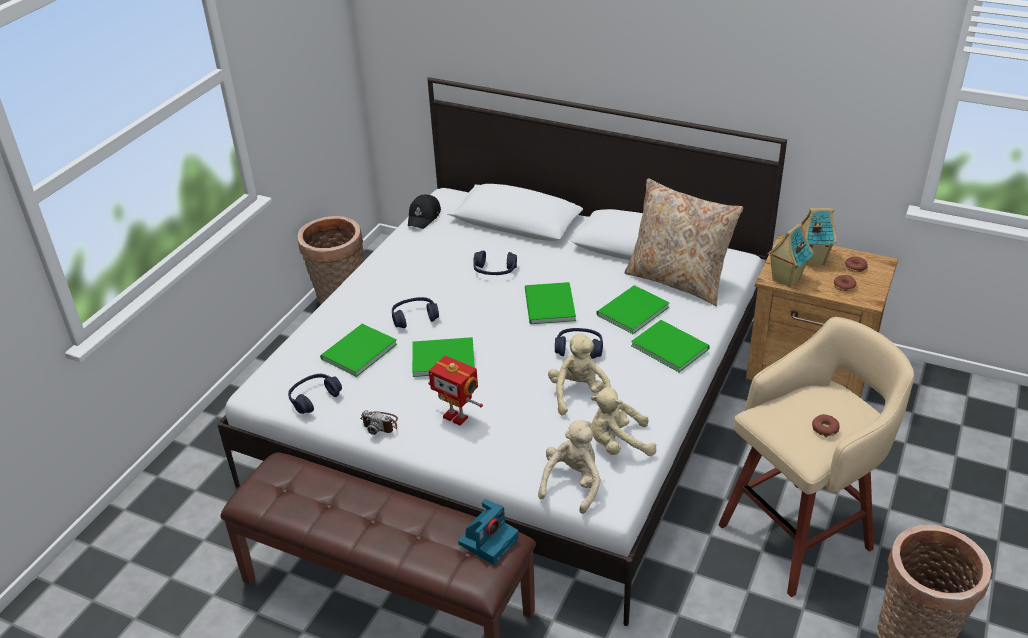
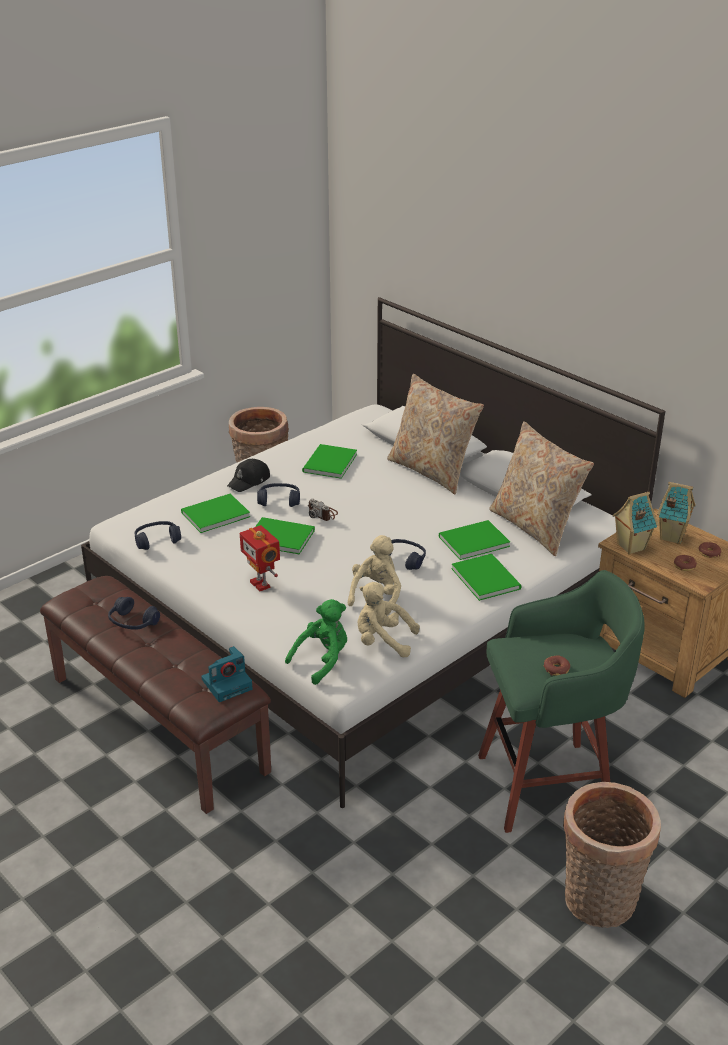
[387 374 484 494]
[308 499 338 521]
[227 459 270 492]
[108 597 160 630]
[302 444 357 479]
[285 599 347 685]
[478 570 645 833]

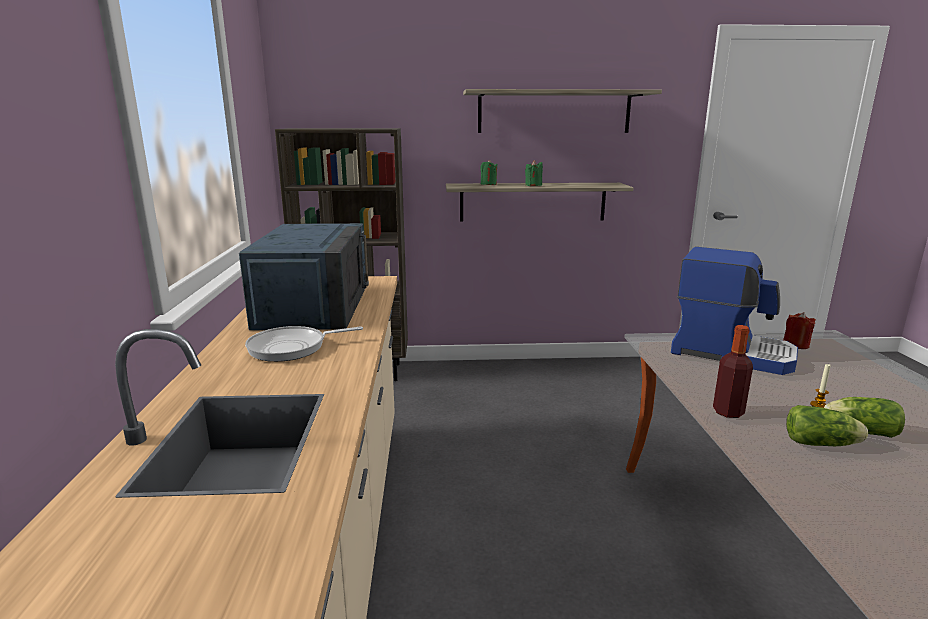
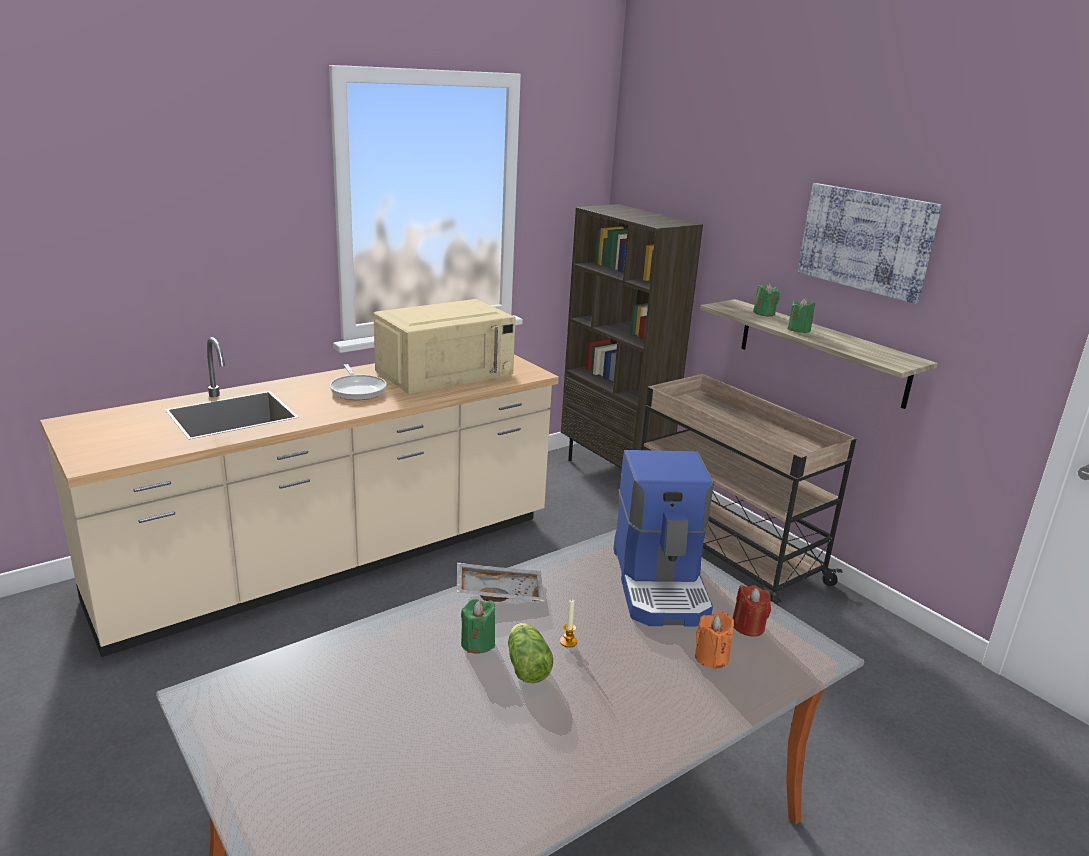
[641 374 856 605]
[695 612 734 669]
[798 183 942 304]
[456 562 545 602]
[461 599 495 654]
[373 299 516 394]
[330 364 387 400]

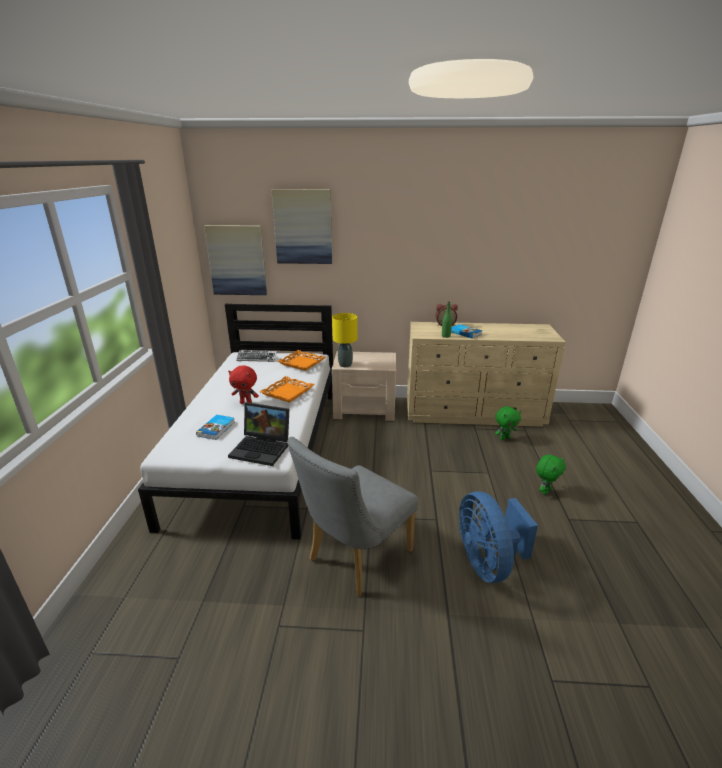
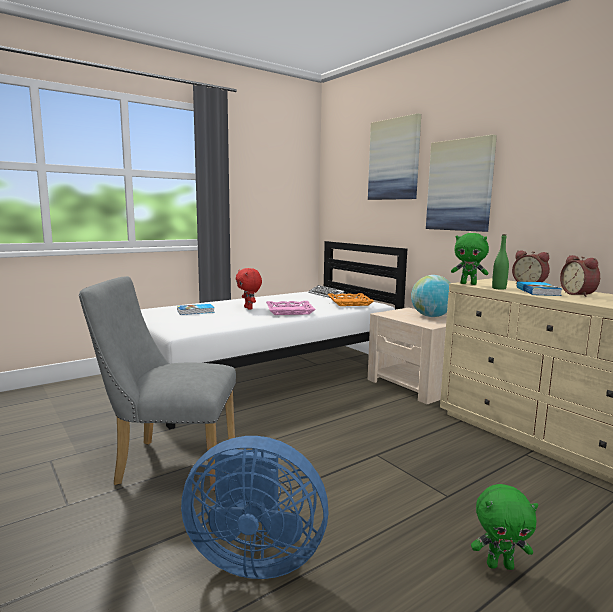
[228 402 289 466] (first image)
[332 313 357 367] (first image)
[411 275 450 317]
[560 255 600 297]
[426 135 497 232]
[451 233 489 285]
[266 301 316 315]
[181 436 328 579]

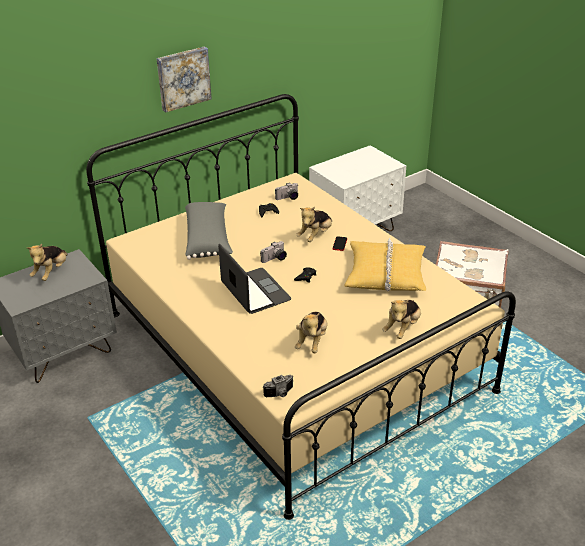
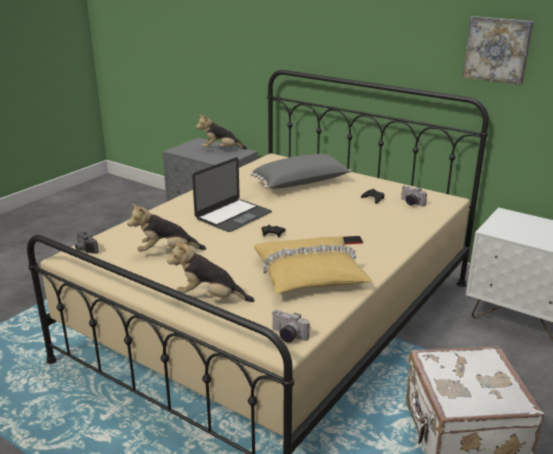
[296 206 332 242] (first image)
[463 16 534 85]
[272 310 310 343]

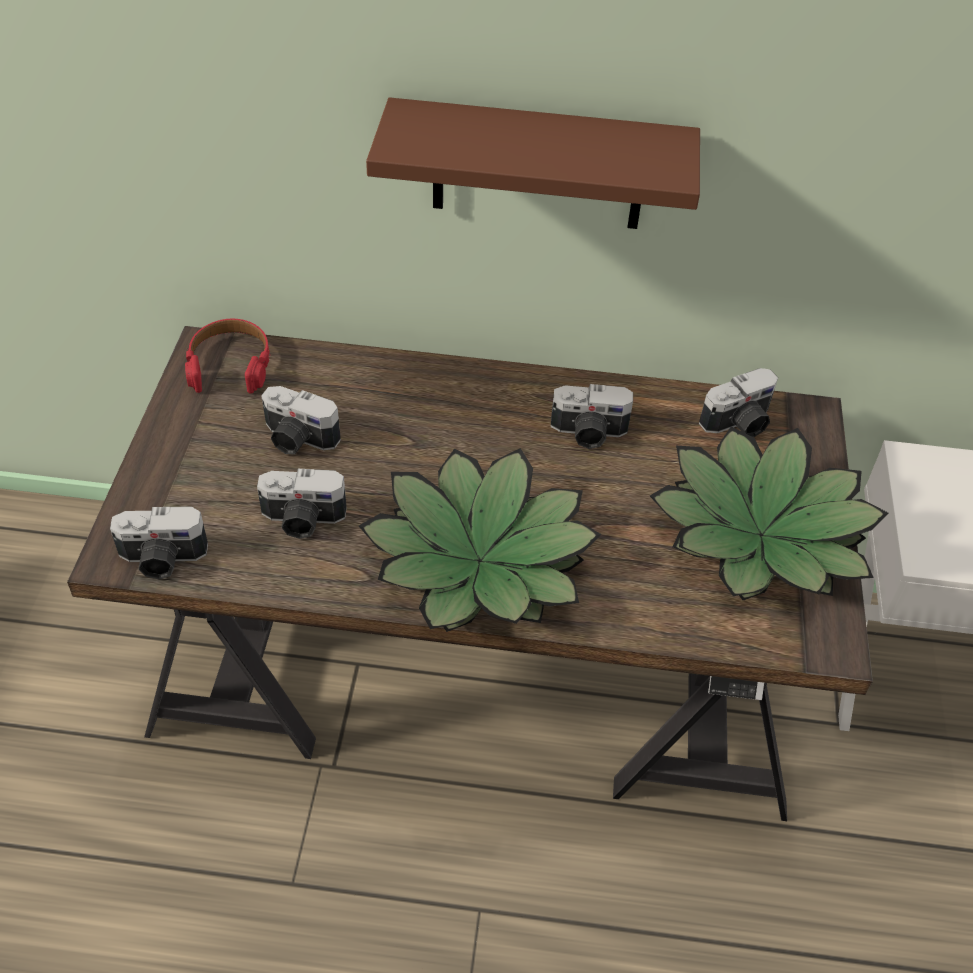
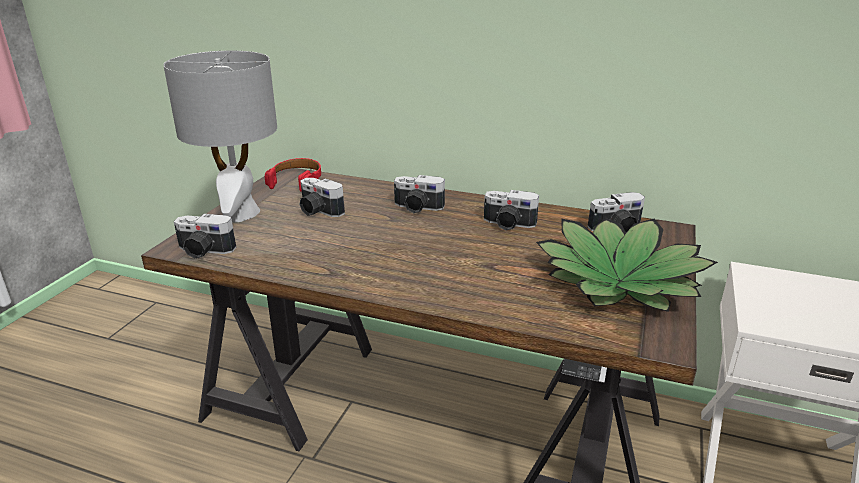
[359 448 601 632] (first image)
[366 97 700 229] (first image)
[163 51 277 222]
[394 175 445 213]

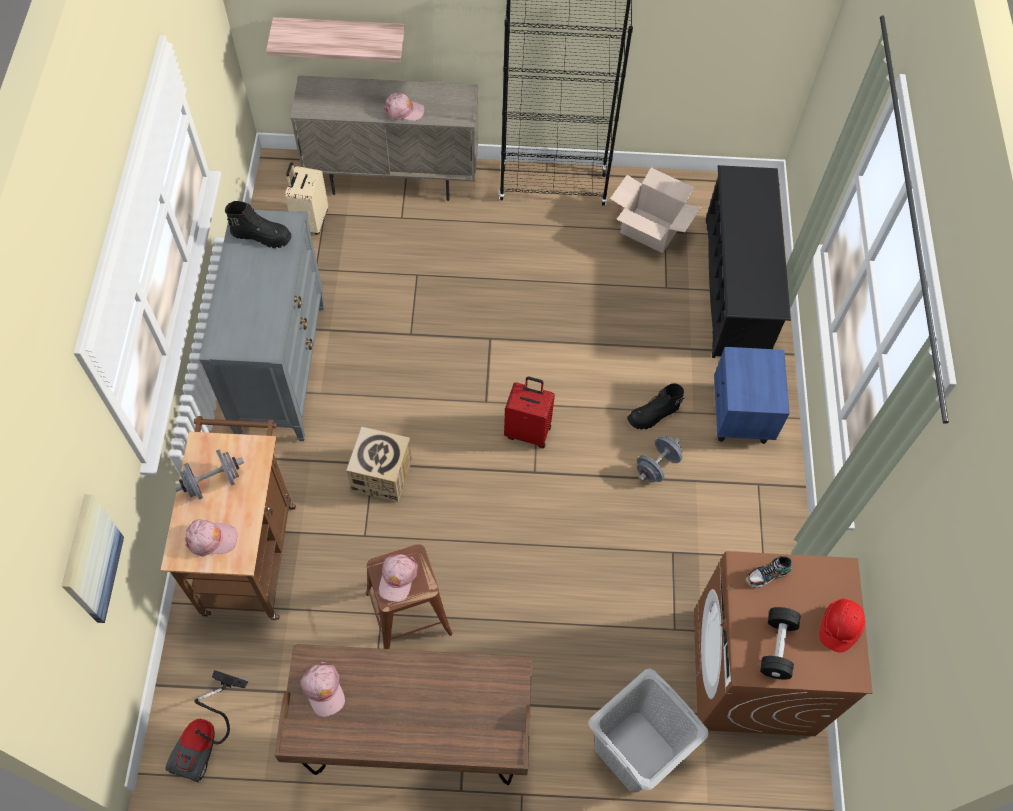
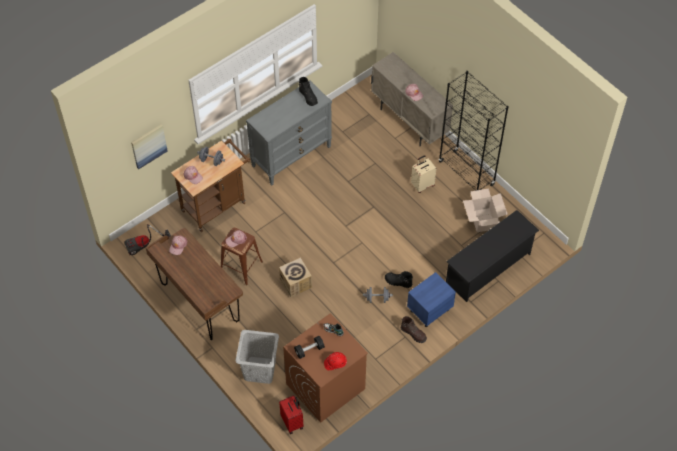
[266 17 405 62] (first image)
[401 316 427 343]
[411 155 436 193]
[279 258 312 298]
[279 395 303 434]

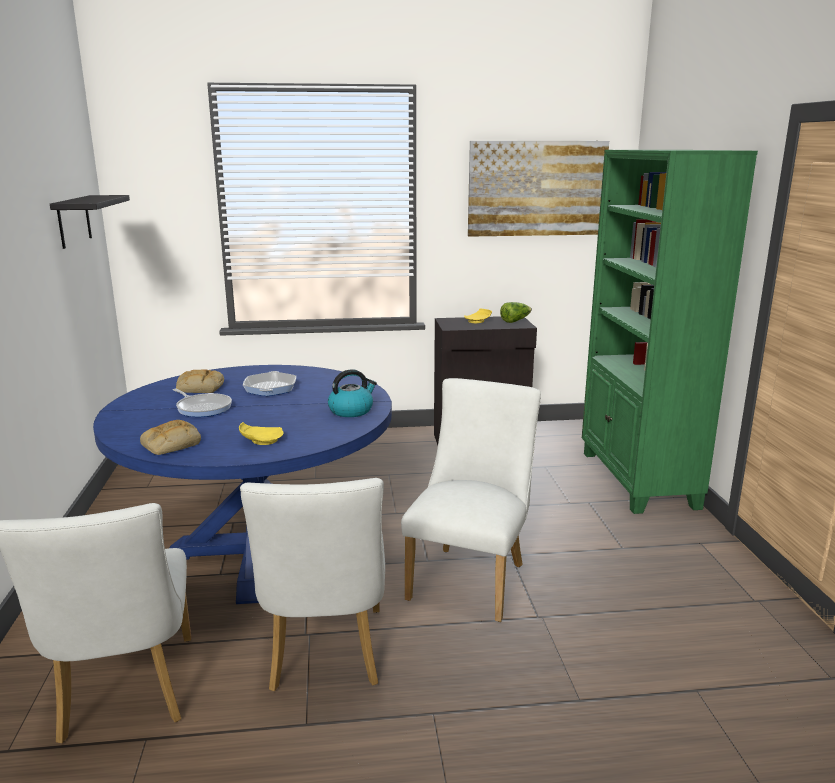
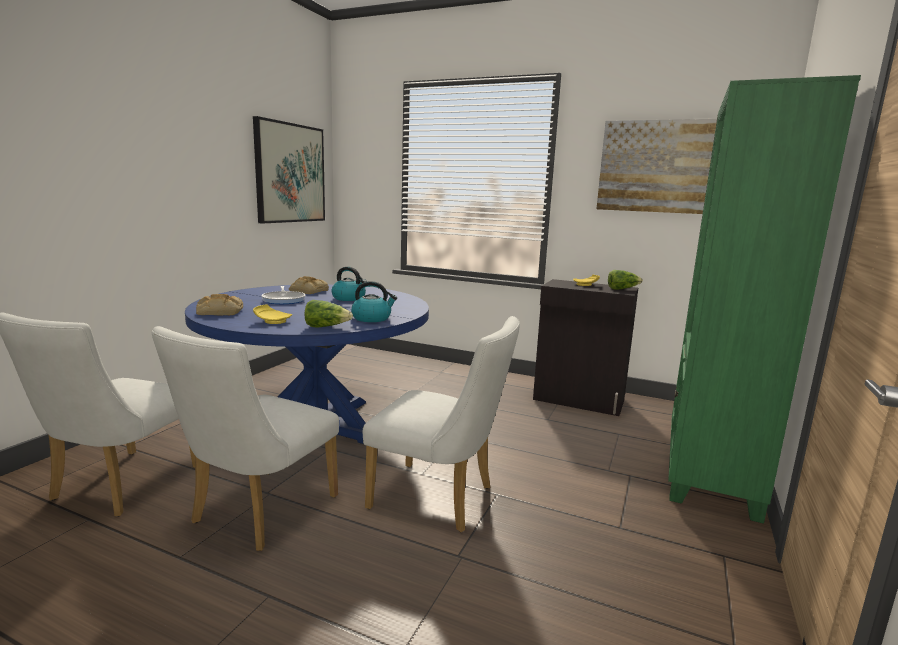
[305 300 353 327]
[253 116 325 224]
[331 267 367 301]
[363 316 520 532]

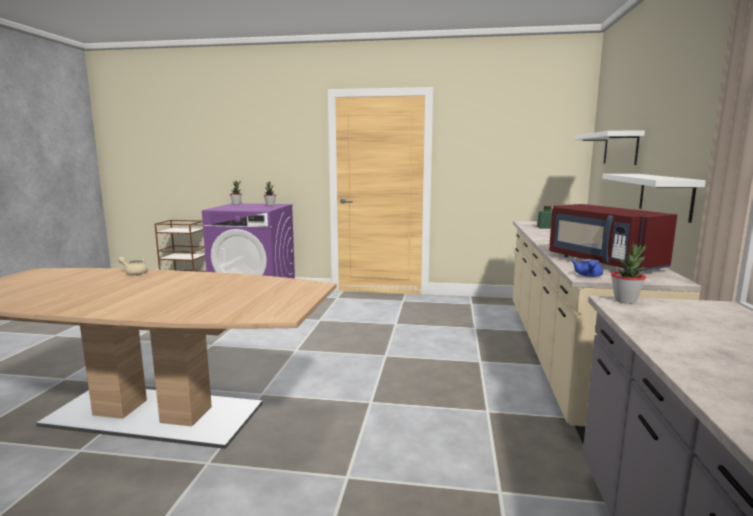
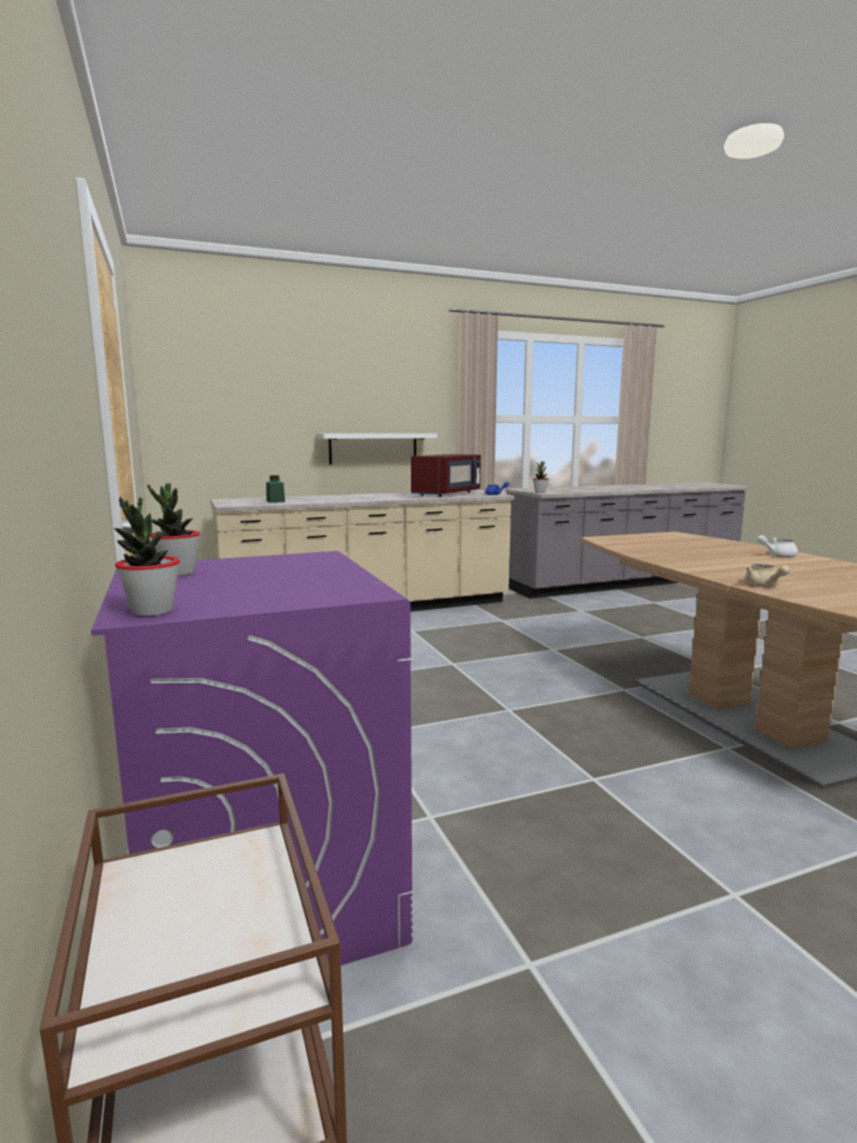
[574 130 645 165] (first image)
[757 535 798 557]

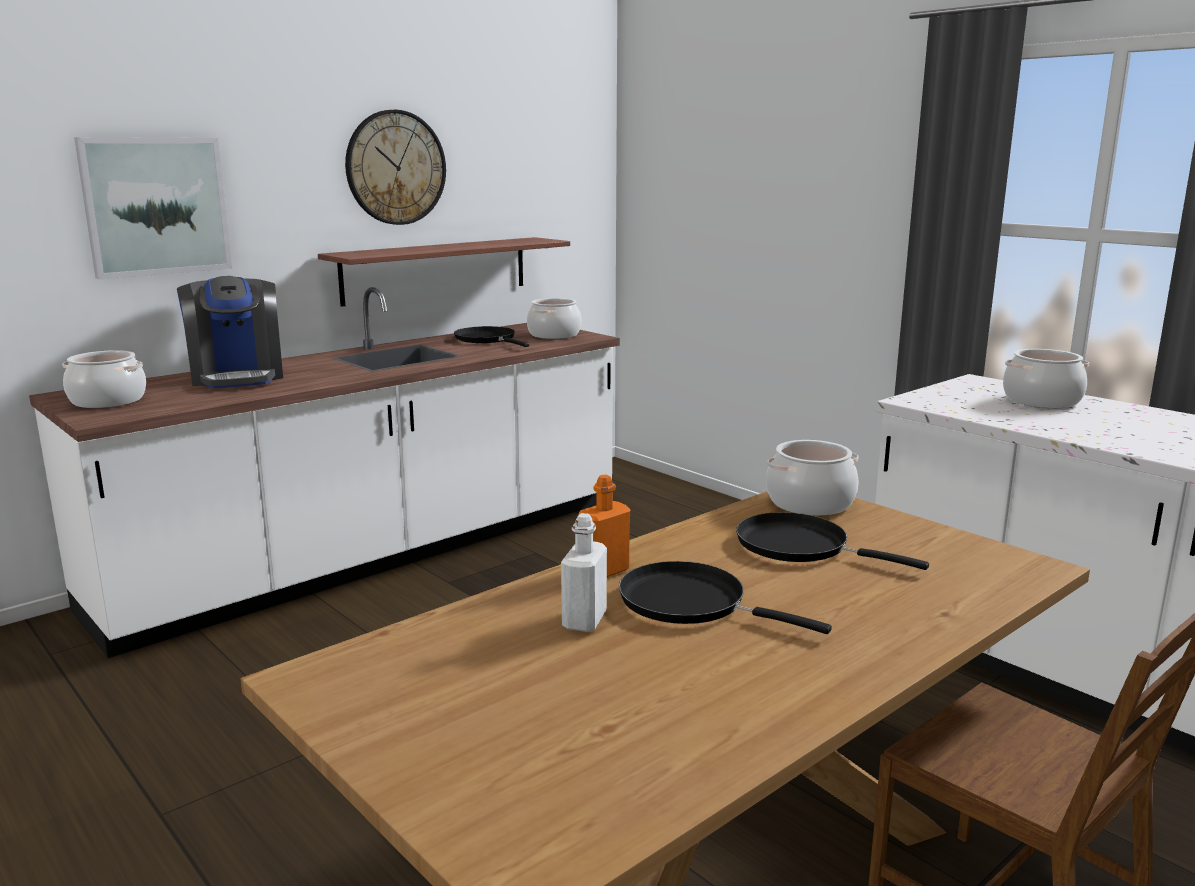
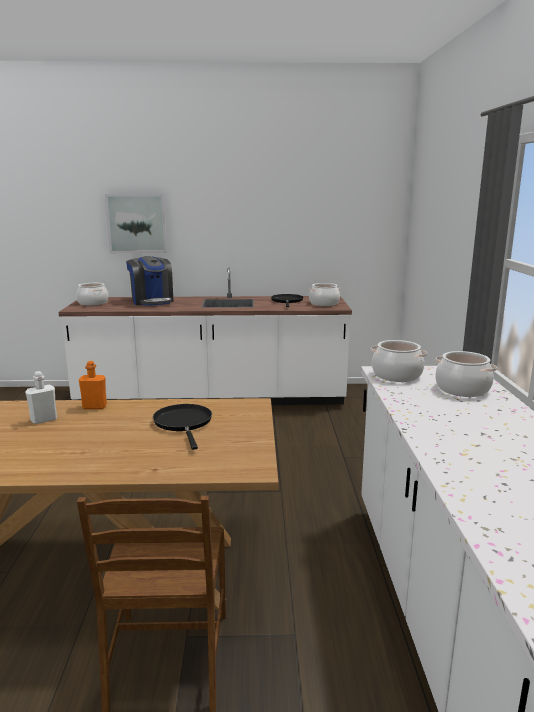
[318 237 570 307] (first image)
[345 110 446 225] (first image)
[619 561 832 634] (first image)
[371 340 427 382]
[126 256 174 306]

